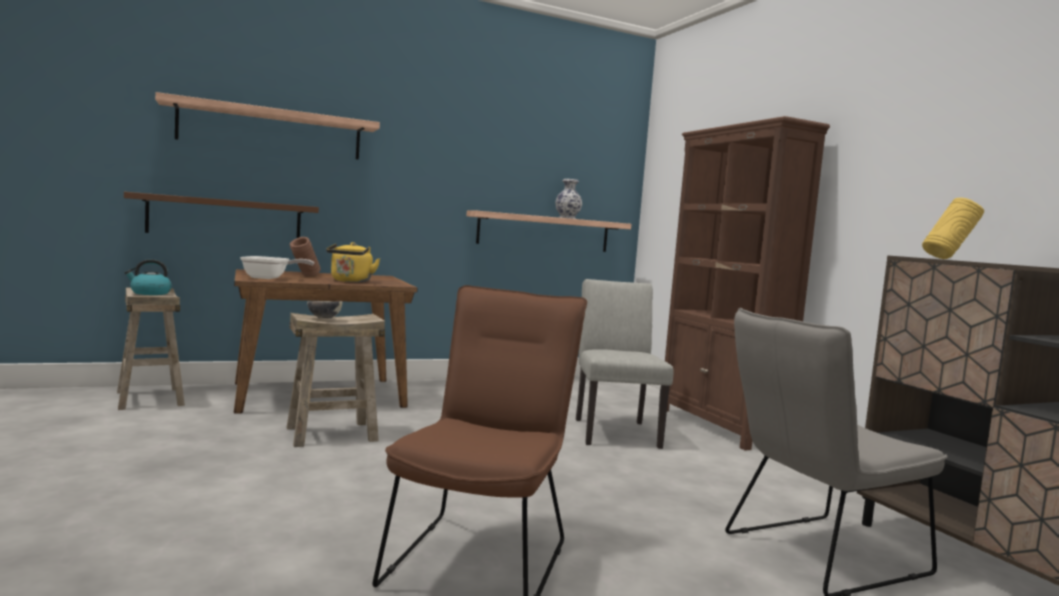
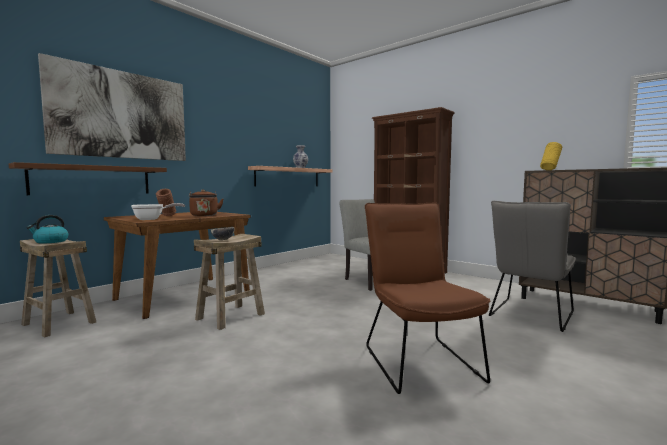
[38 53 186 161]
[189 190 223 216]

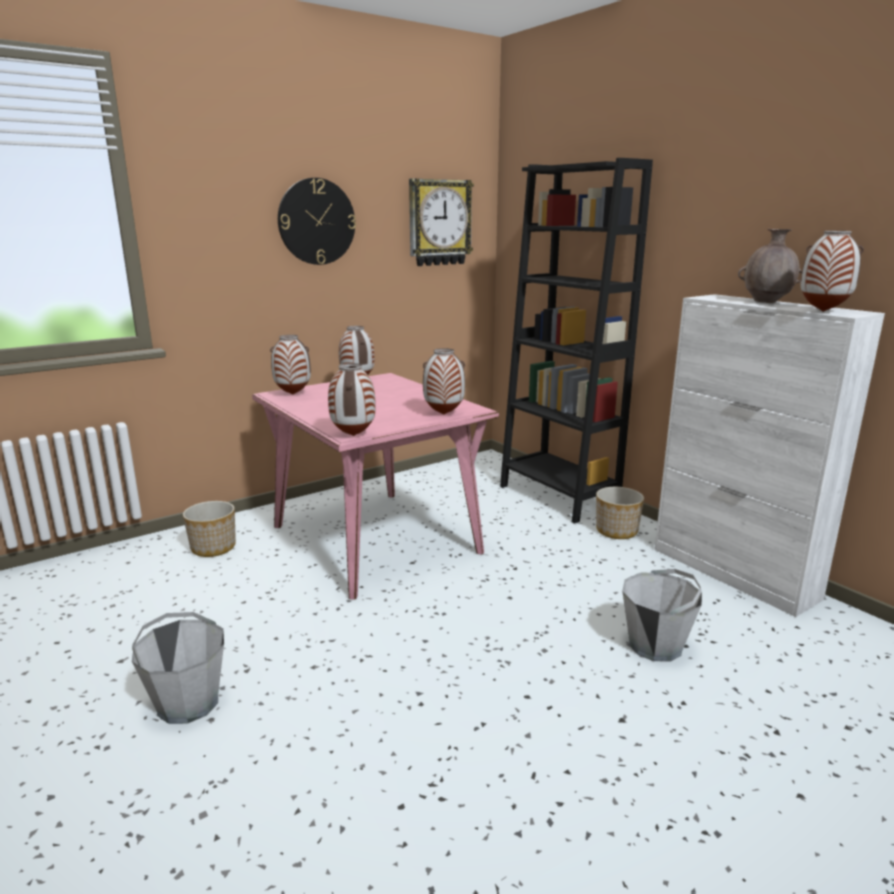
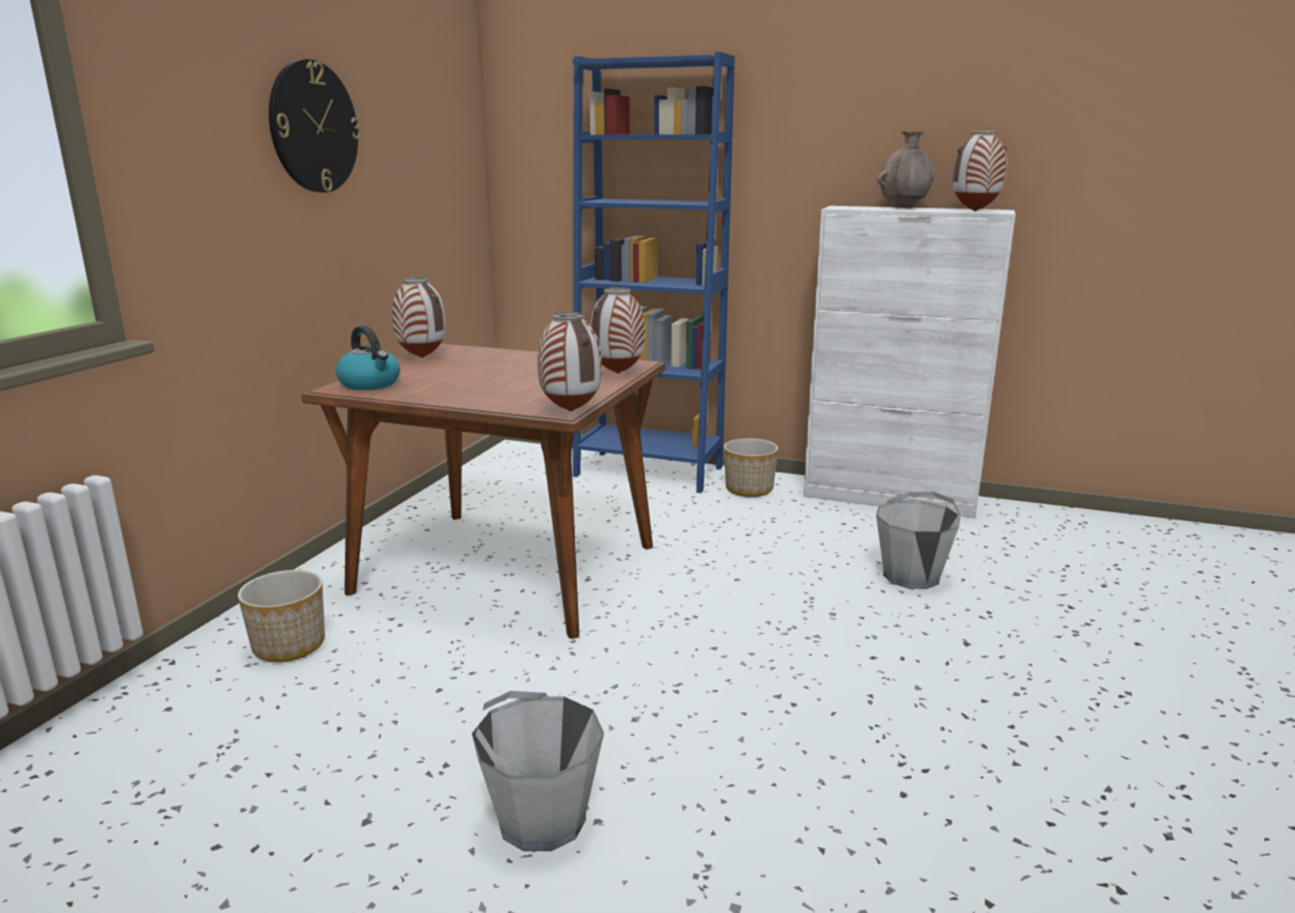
[409 178 474 266] (first image)
[336 325 400 390]
[302 344 666 639]
[573 51 735 493]

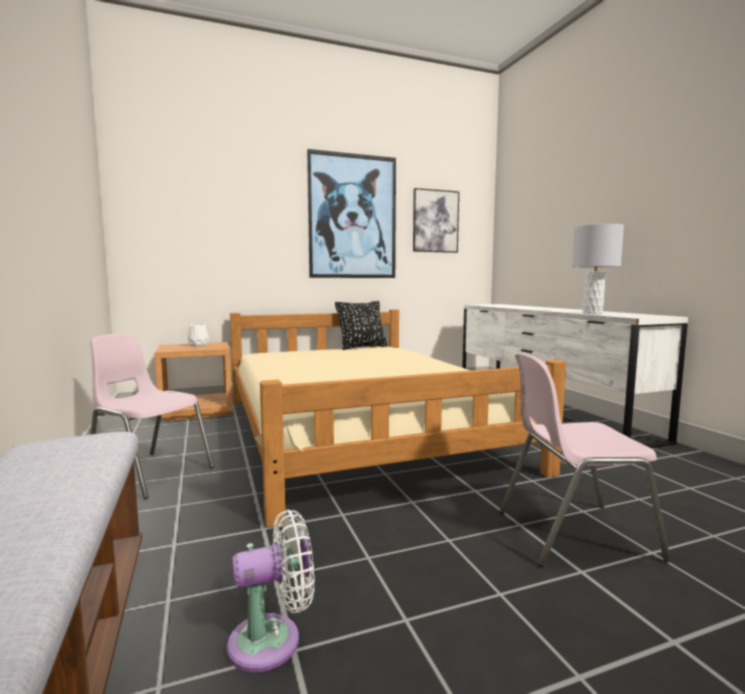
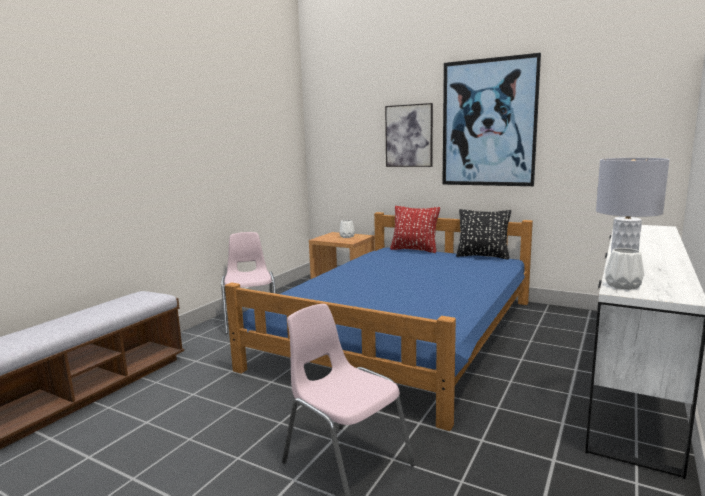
[226 510 315 672] (first image)
[390 206 440 253]
[605 248 644 290]
[385 103 433 167]
[225 212 533 431]

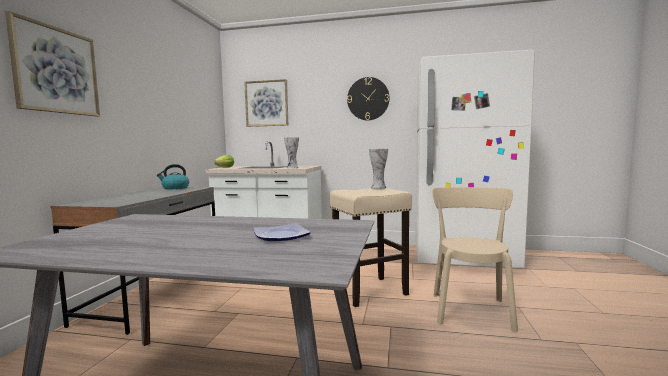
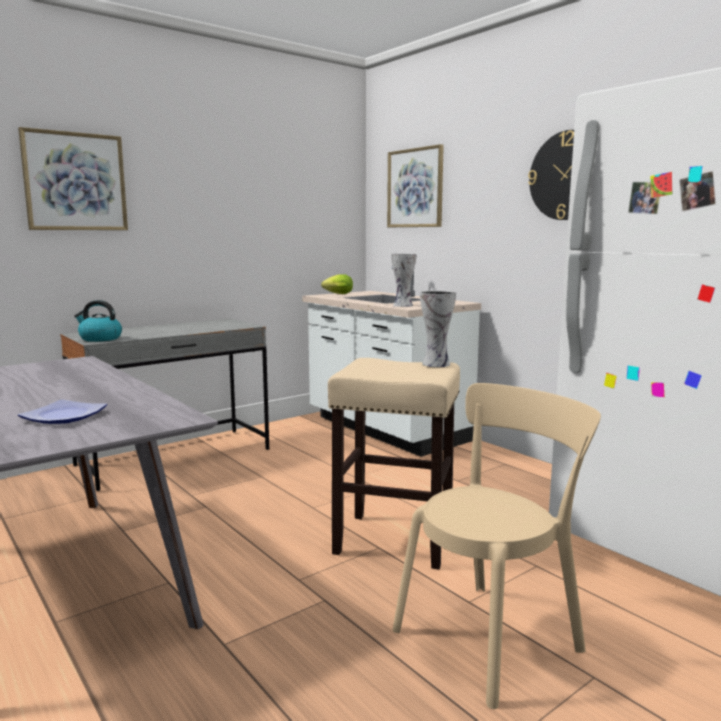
[74 300 122 342]

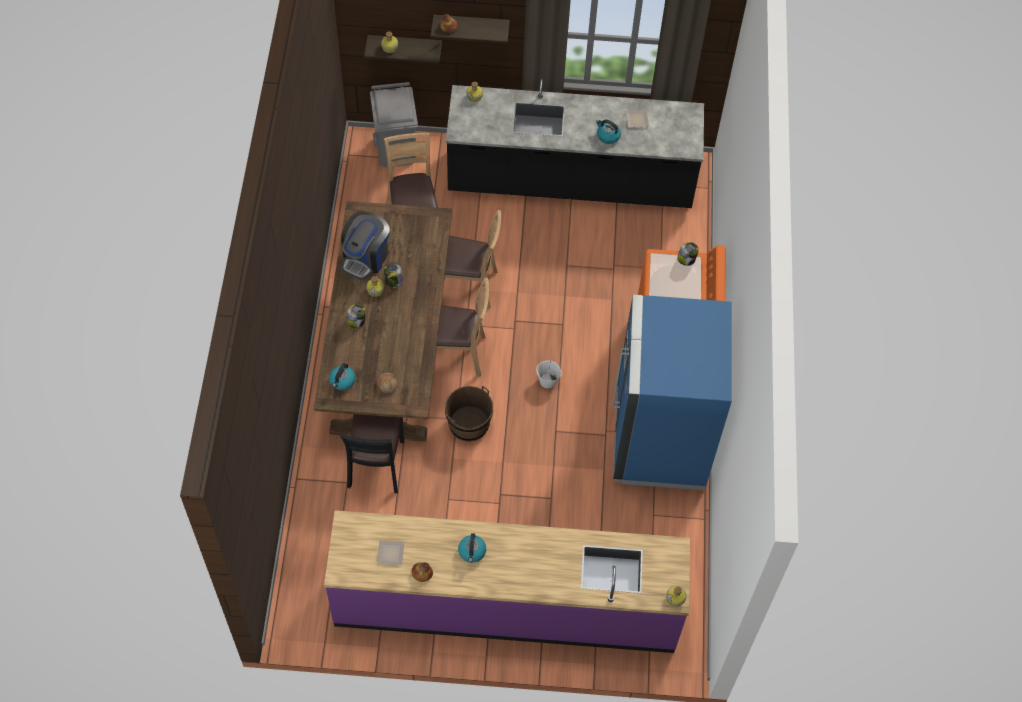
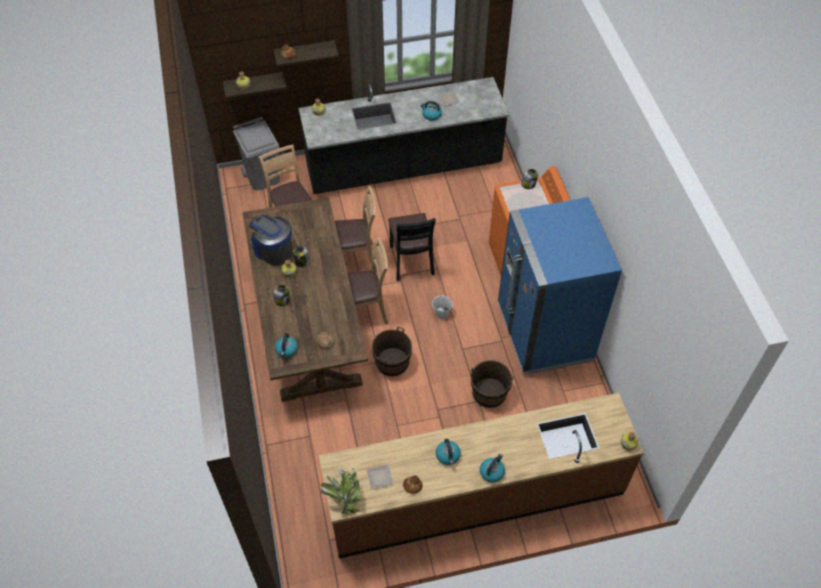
[320 468 361 514]
[470 360 514 408]
[480 454 505 483]
[388 213 436 281]
[319 393 644 559]
[249 215 293 266]

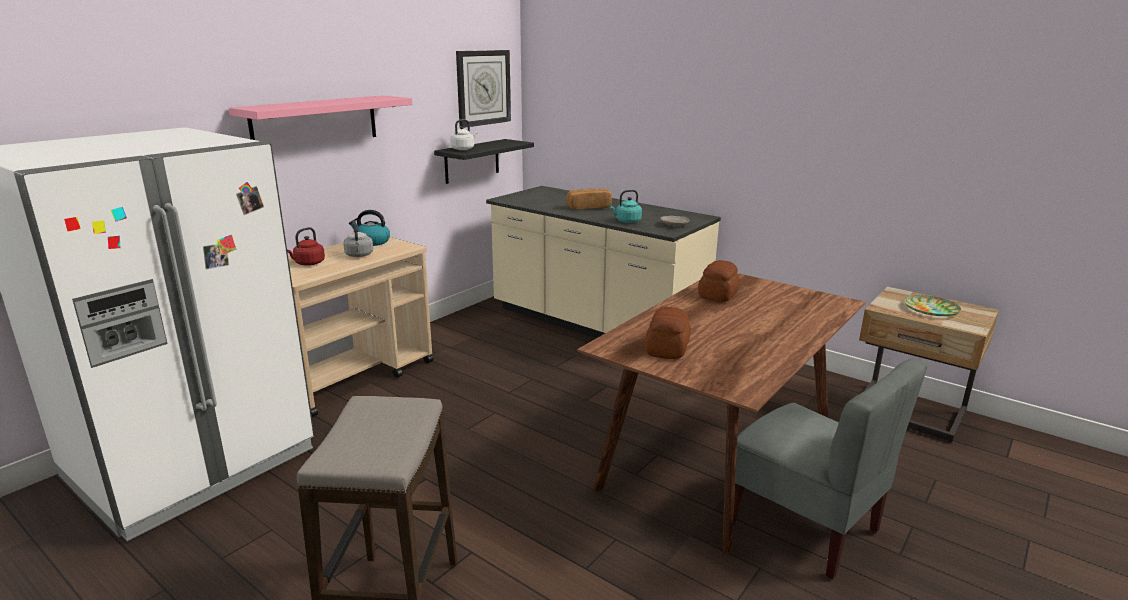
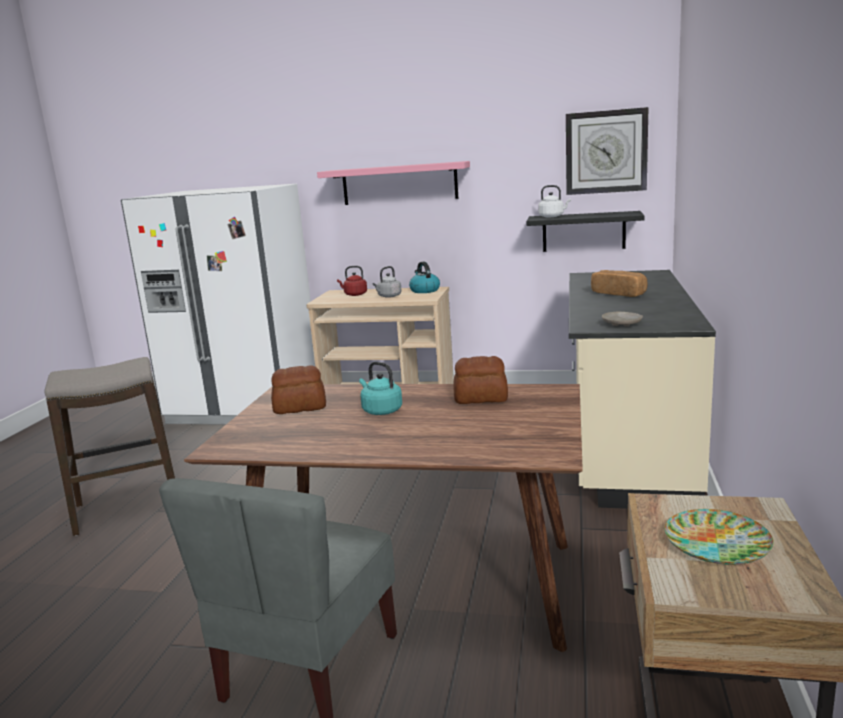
[359 362 402 415]

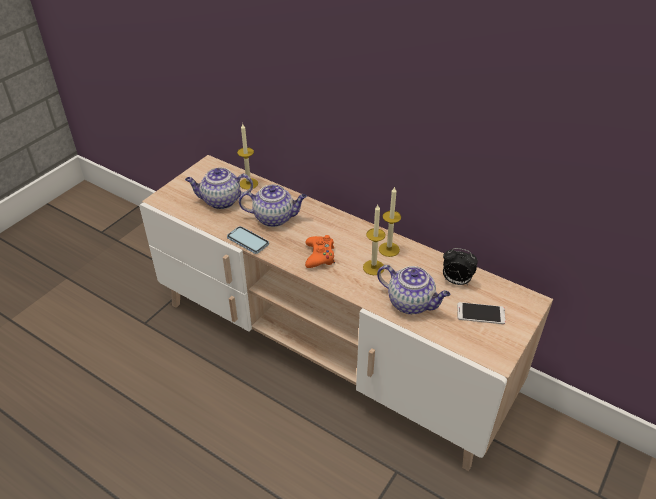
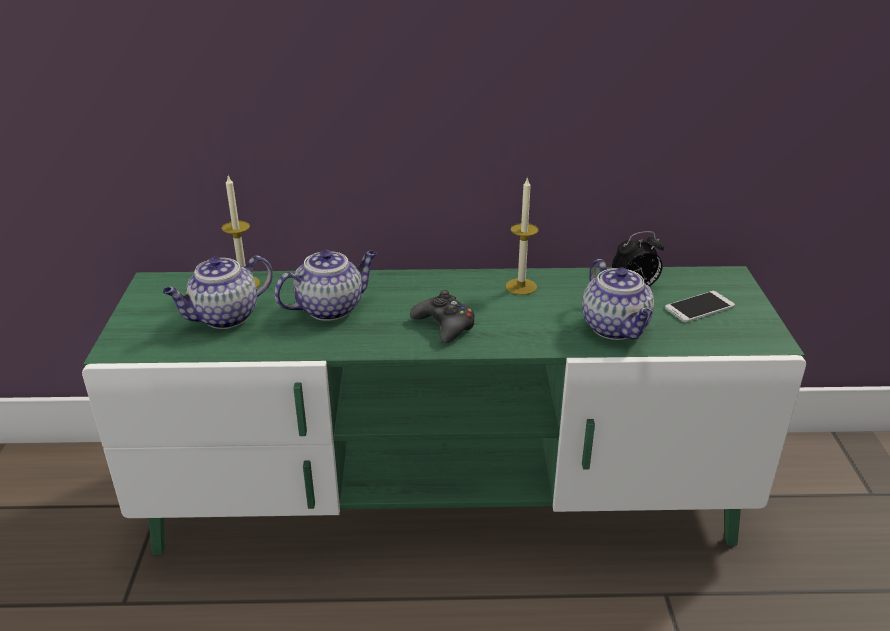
[227 226 269 254] (first image)
[363 205 386 275] (first image)
[82 266 806 555]
[410 290 475 343]
[582 259 654 340]

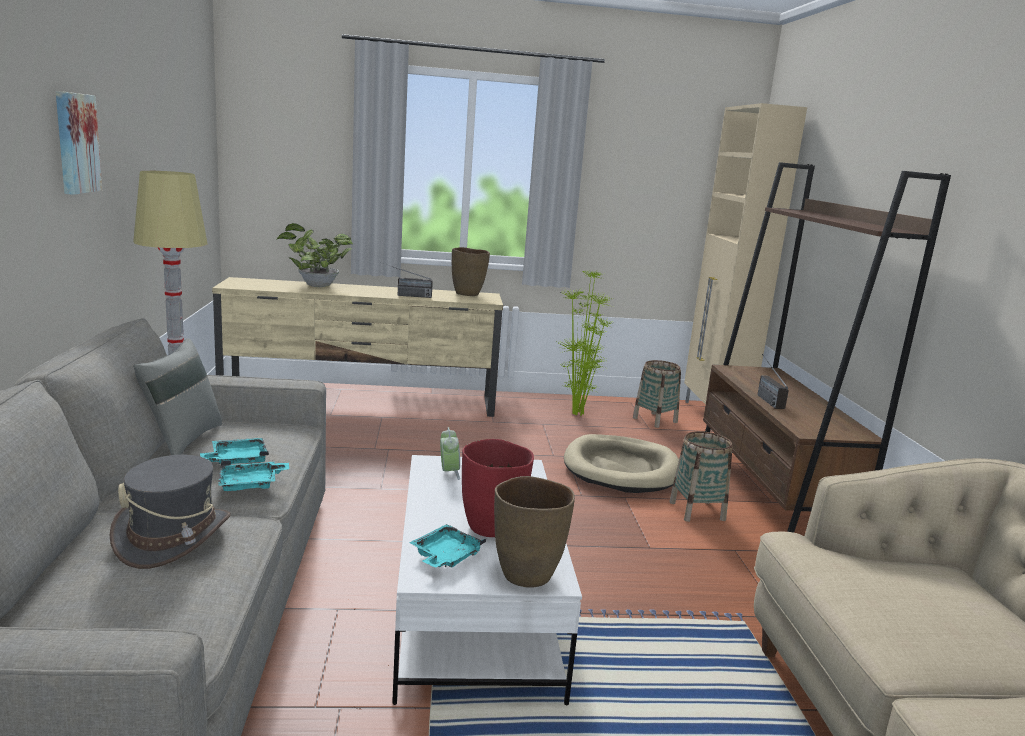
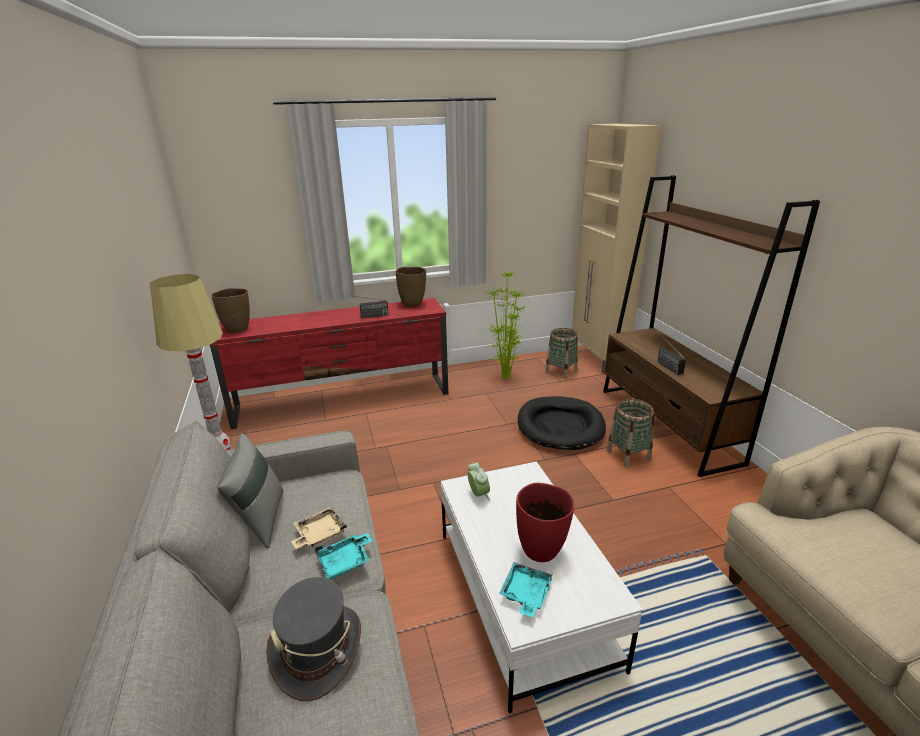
[56 91 102 195] (first image)
[277 223 353 287] (first image)
[211 288 250 333]
[291 507 347 549]
[209 298 448 429]
[518 396 606 450]

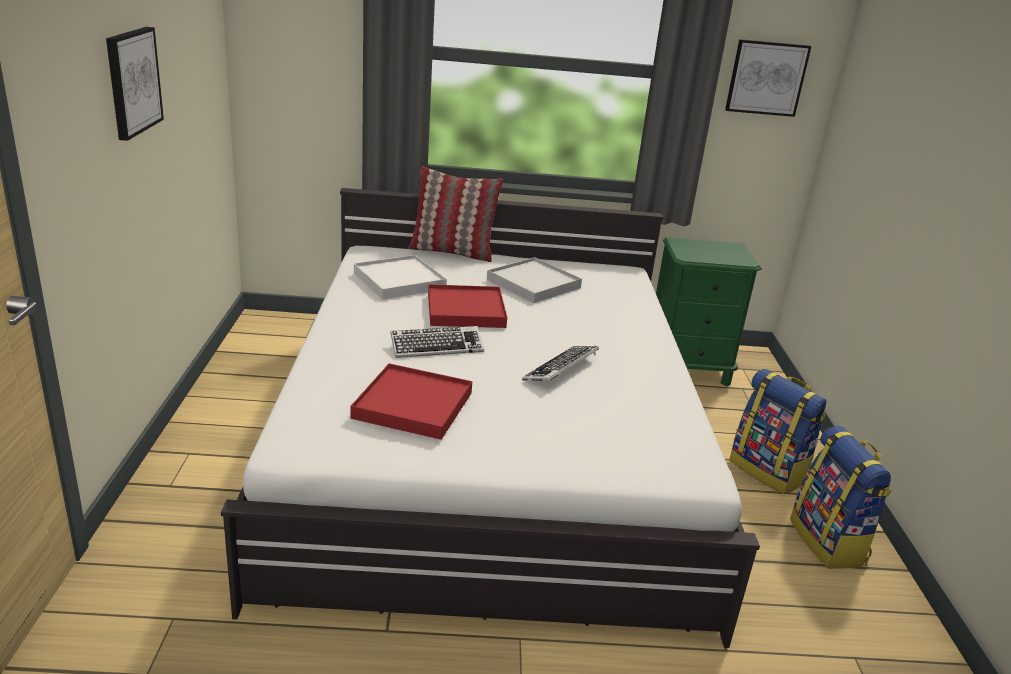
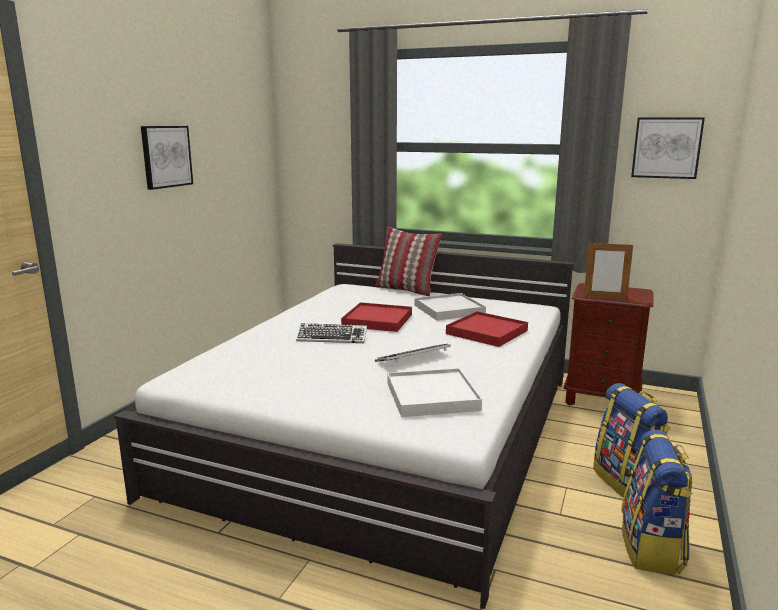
[584 241 633 299]
[446 311 528 347]
[387 368 482 417]
[564 283 653 406]

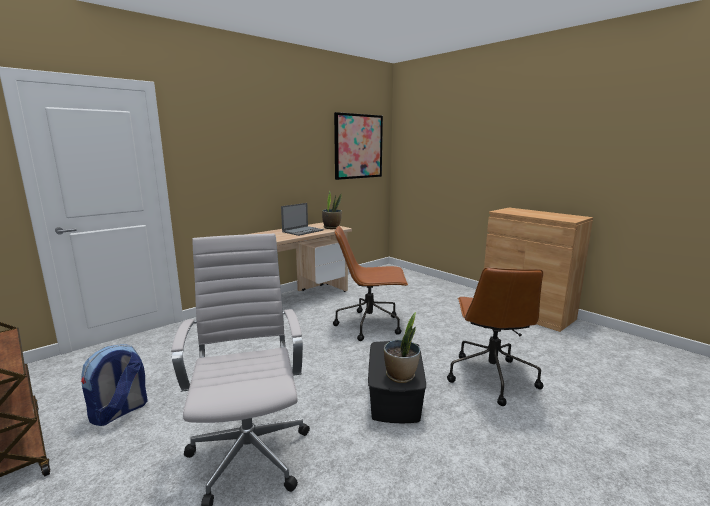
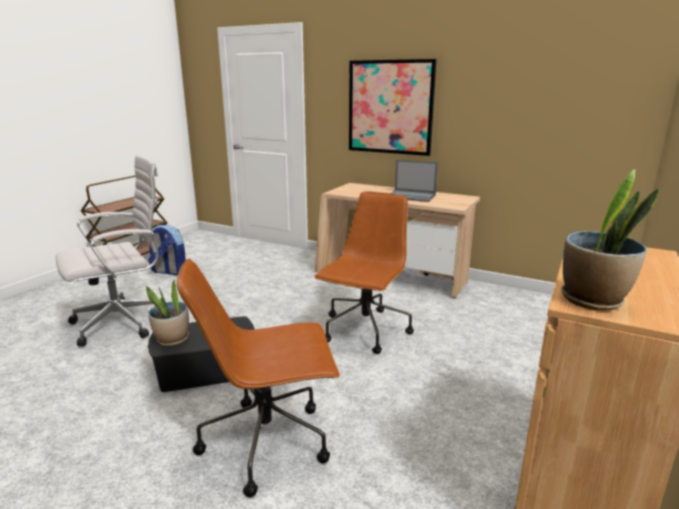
[561 169 659 311]
[349 59 437 156]
[314 192 414 354]

